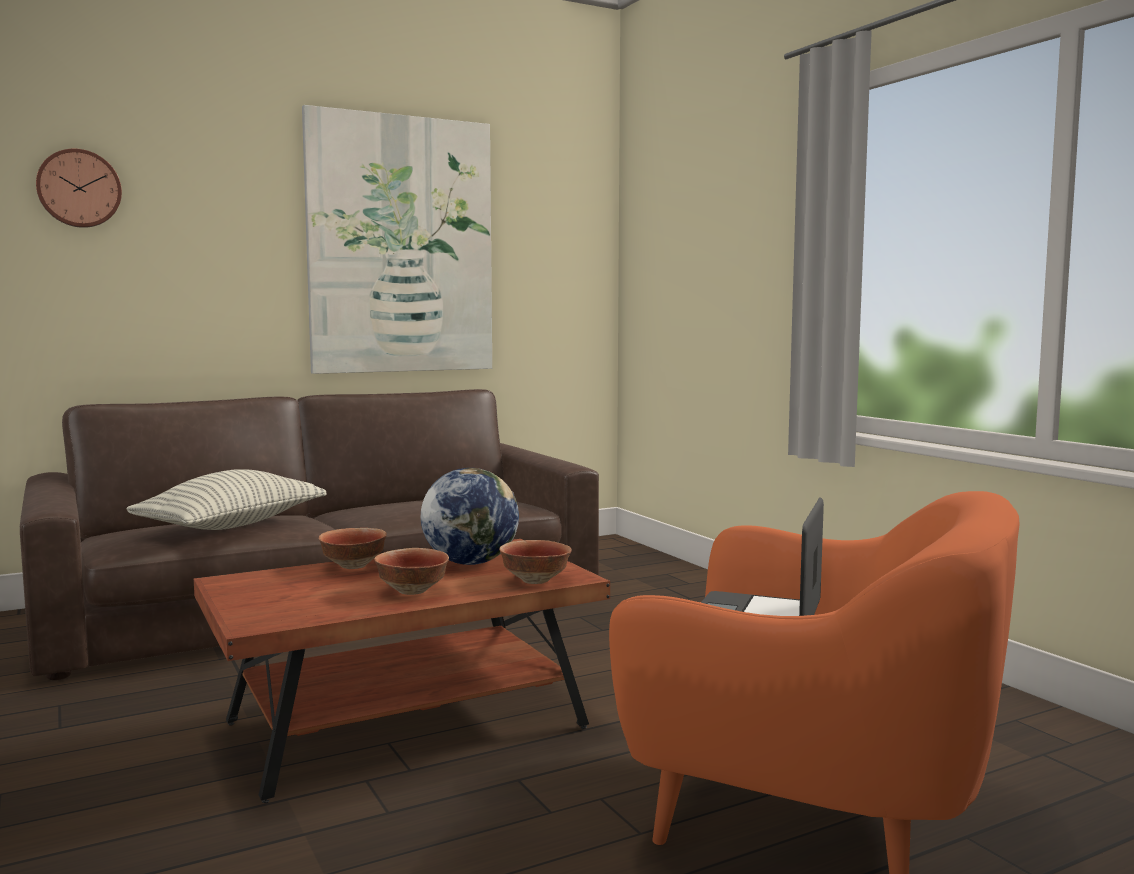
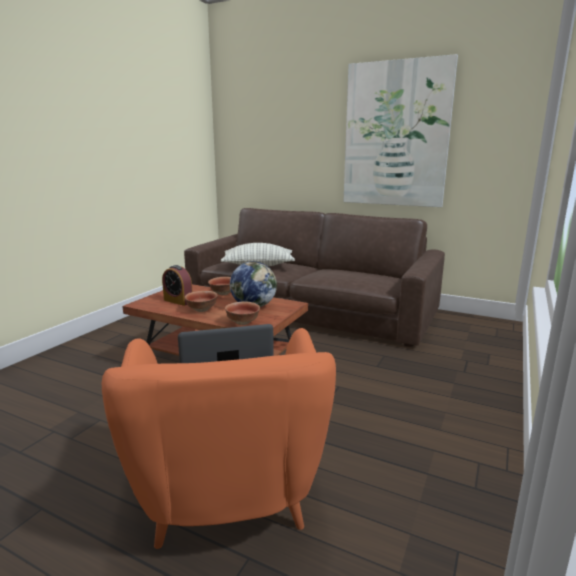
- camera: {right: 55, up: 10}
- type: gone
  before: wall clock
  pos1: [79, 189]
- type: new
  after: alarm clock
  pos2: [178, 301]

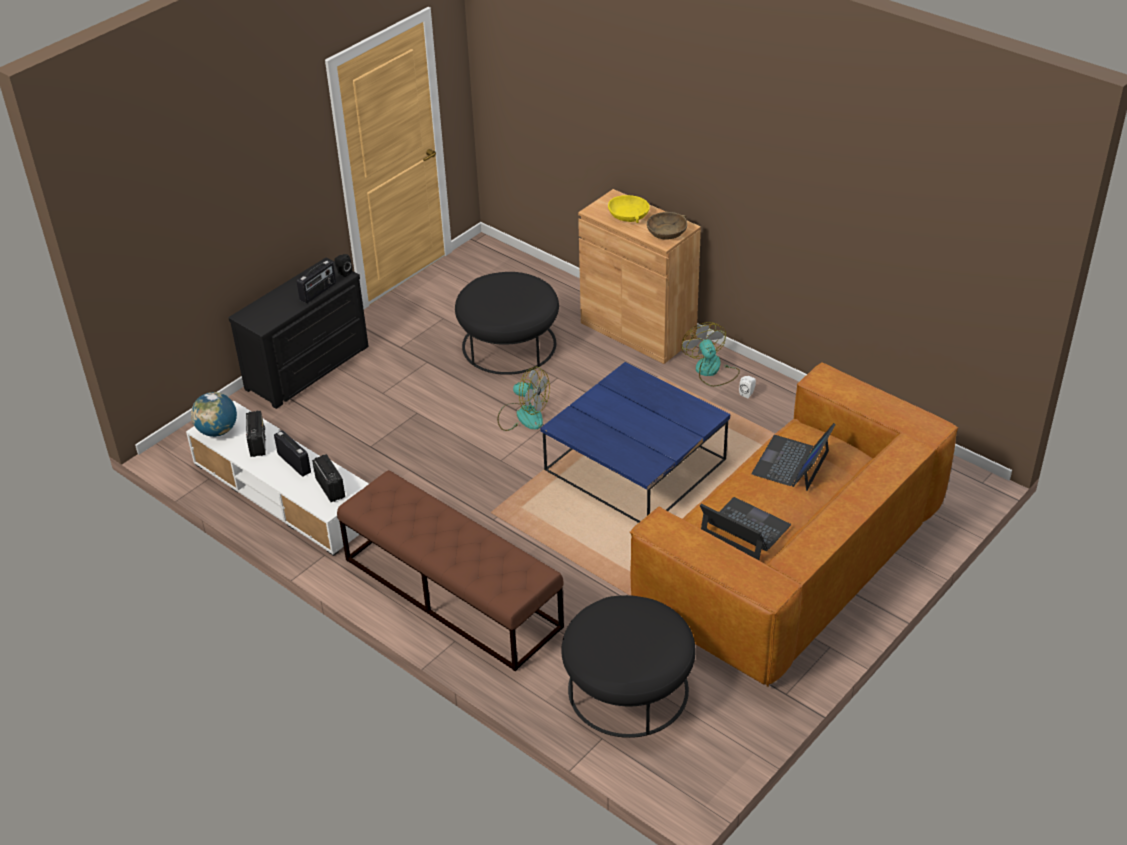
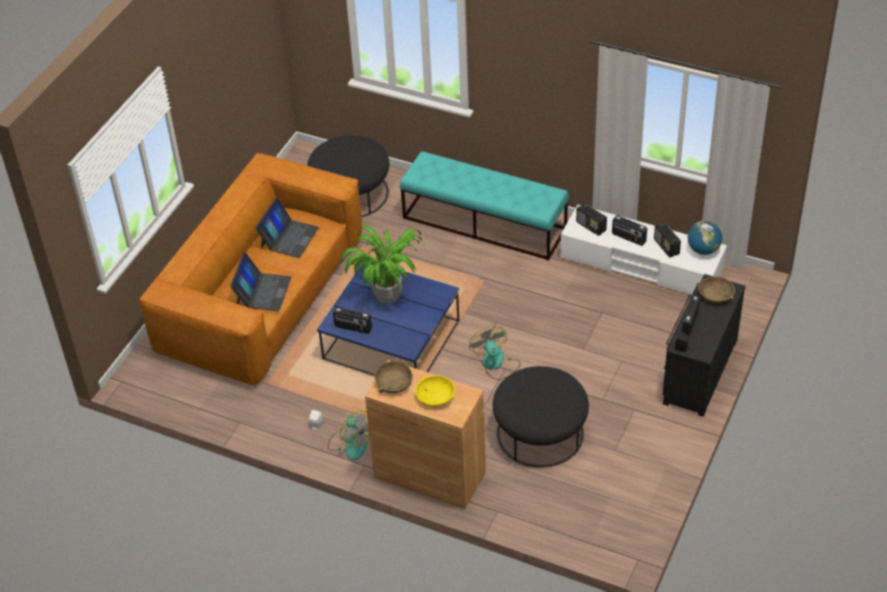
- camera: {right: 165, up: 5}
- type: rotated
  before: fan
  pos1: [523, 416]
  pos2: [496, 364]
  turn: 60
- type: repainted
  before: bench in brown
  after: bench in turquoise
  pos1: [451, 592]
  pos2: [485, 223]
- type: rotated
  before: laptop
  pos1: [744, 529]
  pos2: [289, 237]
  turn: -90
- type: new
  after: potted plant
  pos2: [387, 295]
- type: new
  after: bowl in brown
  pos2: [716, 295]
- type: new
  after: radio
  pos2: [353, 328]

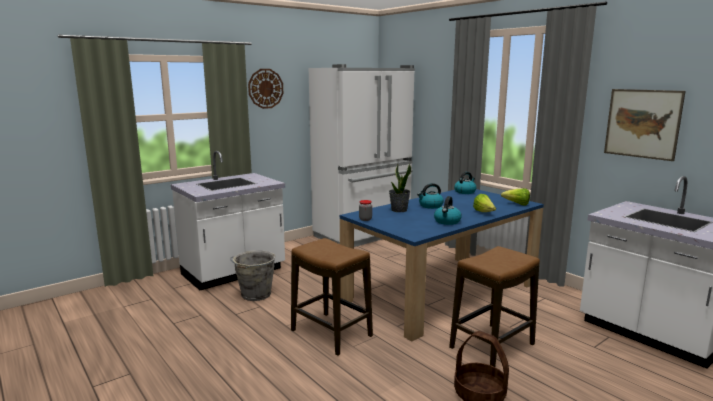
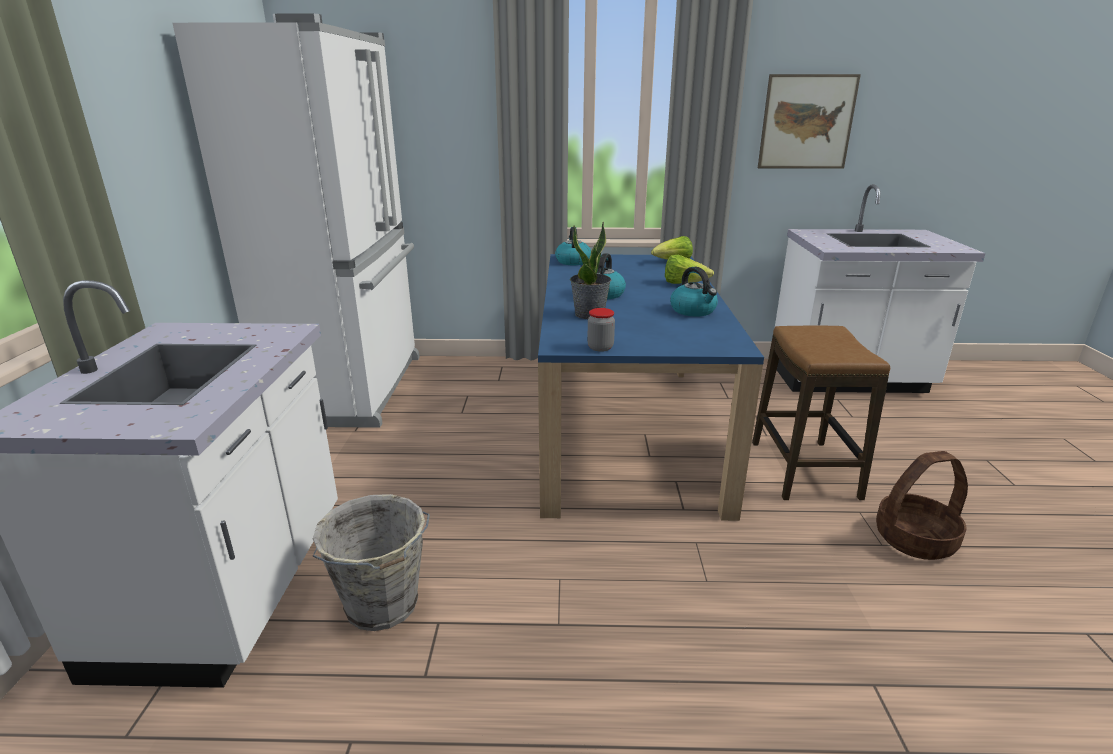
- camera: {right: -50, up: 10}
- type: gone
  before: wall clock
  pos1: [265, 88]
- type: gone
  before: stool
  pos1: [331, 333]

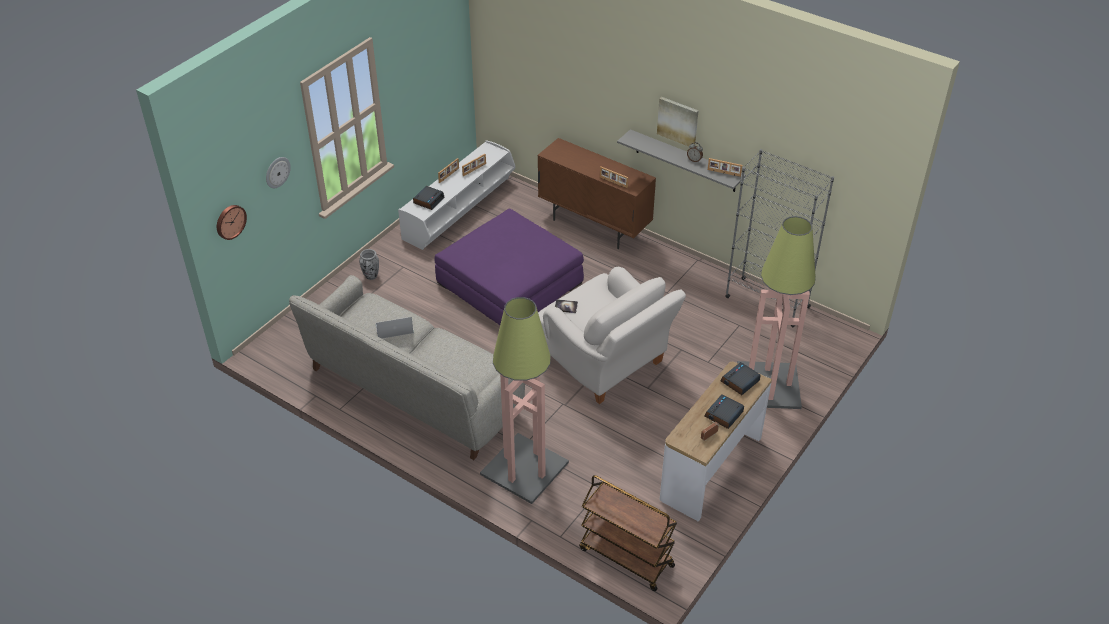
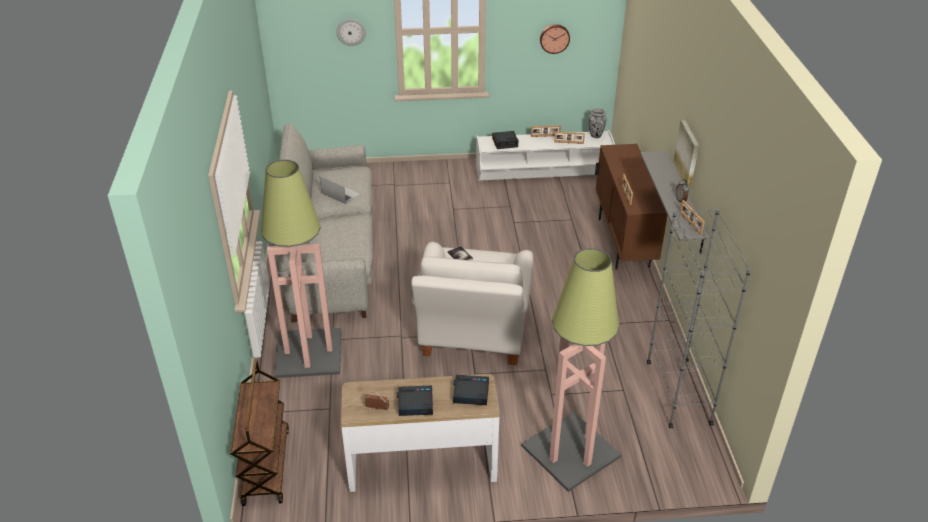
- camera: {right: 50, up: -5}
- type: shifted
  before: wall clock
  pos1: [230, 221]
  pos2: [554, 38]
- type: gone
  before: ottoman in purple
  pos1: [509, 283]
- type: shifted
  before: vase
  pos1: [371, 276]
  pos2: [595, 135]

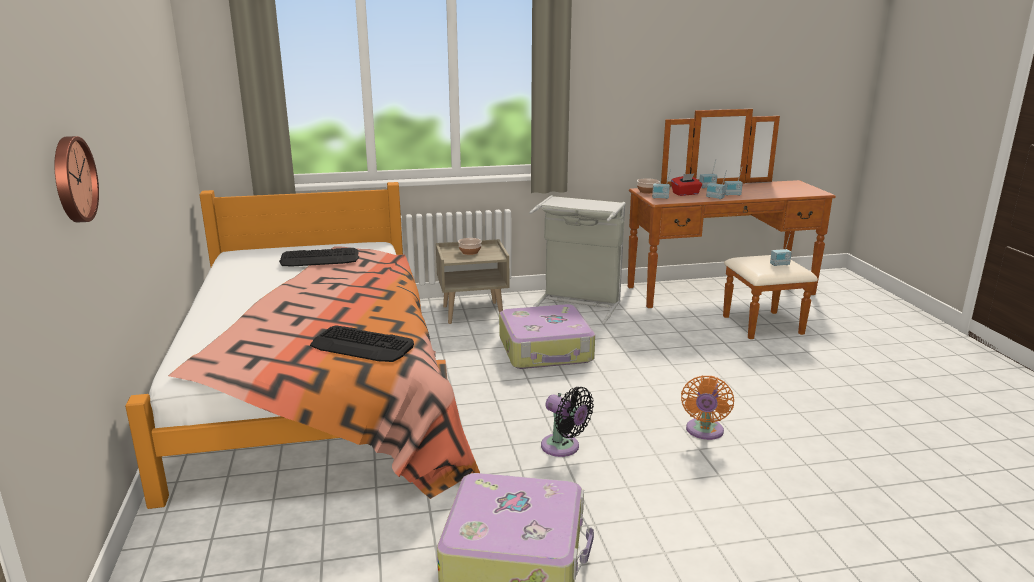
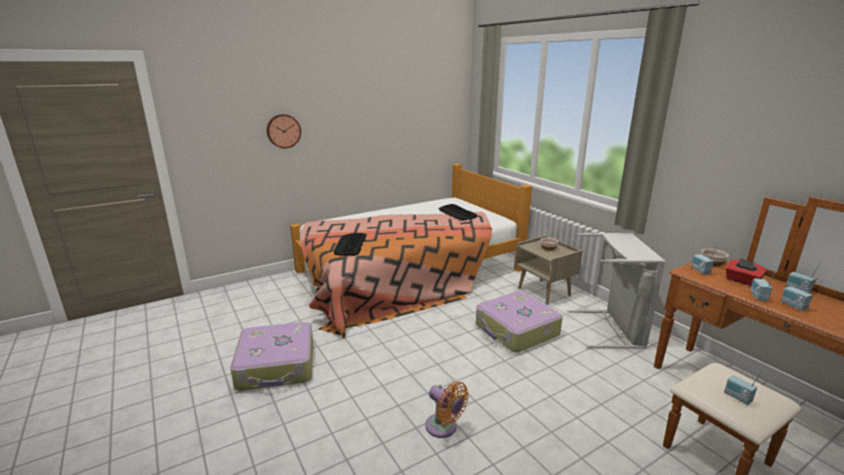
- camera: {right: 70, up: 0}
- type: rotated
  before: fan in orange
  pos1: [704, 432]
  pos2: [443, 428]
  turn: -135
- type: gone
  before: fan in black
  pos1: [563, 447]

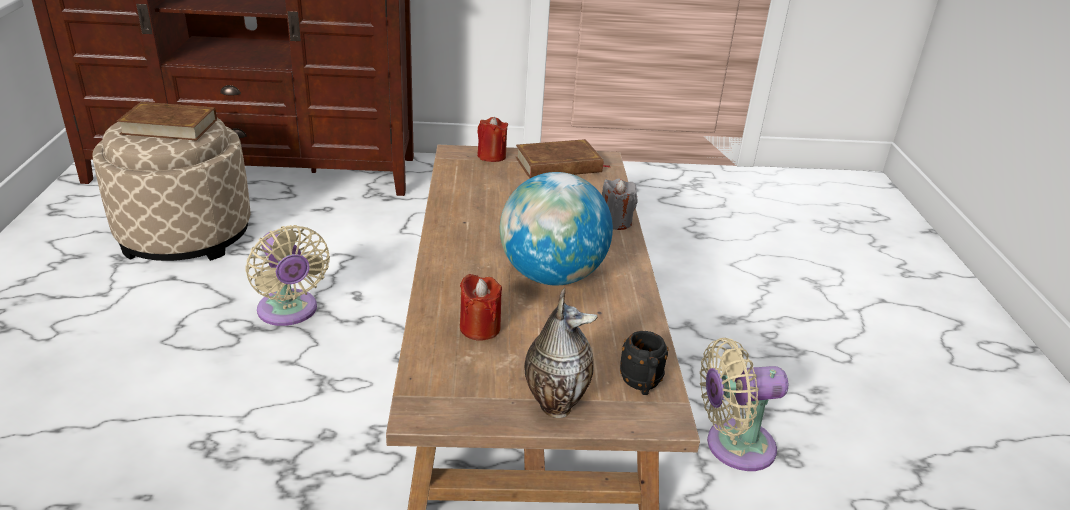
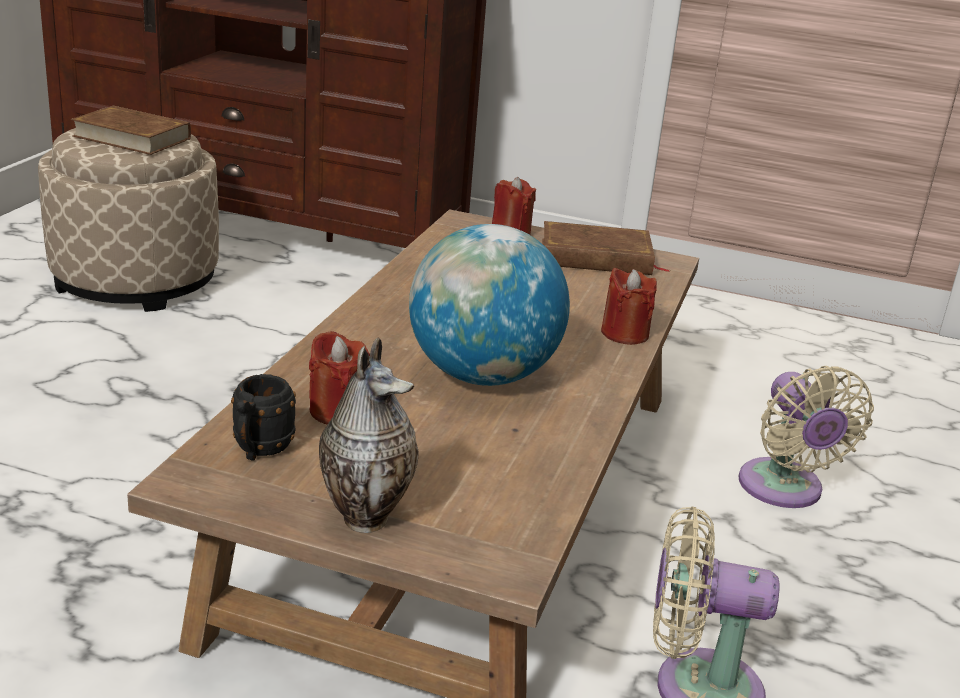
- camera: {right: 20, up: -5}
- type: repainted
  before: candle in grey
  after: candle in red
  pos1: [615, 222]
  pos2: [624, 334]
- type: shifted
  before: fan in beige
  pos1: [289, 312]
  pos2: [784, 490]
- type: shifted
  before: mug in black
  pos1: [642, 385]
  pos2: [259, 450]

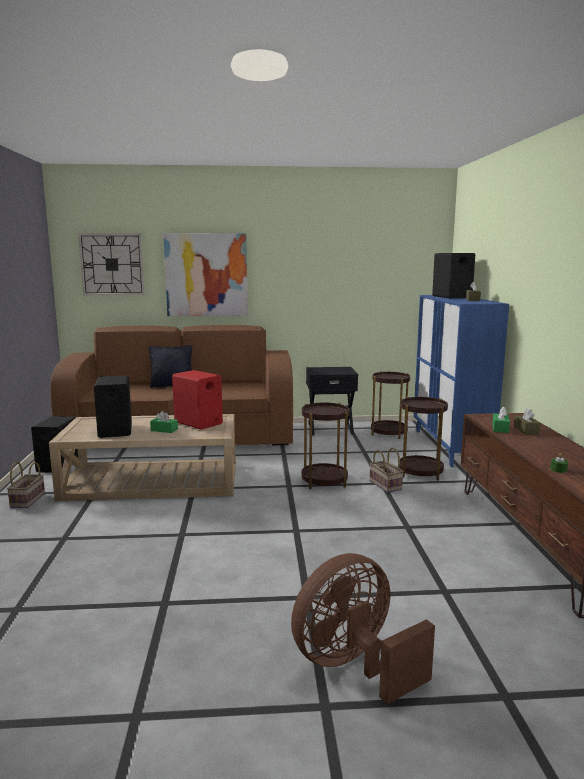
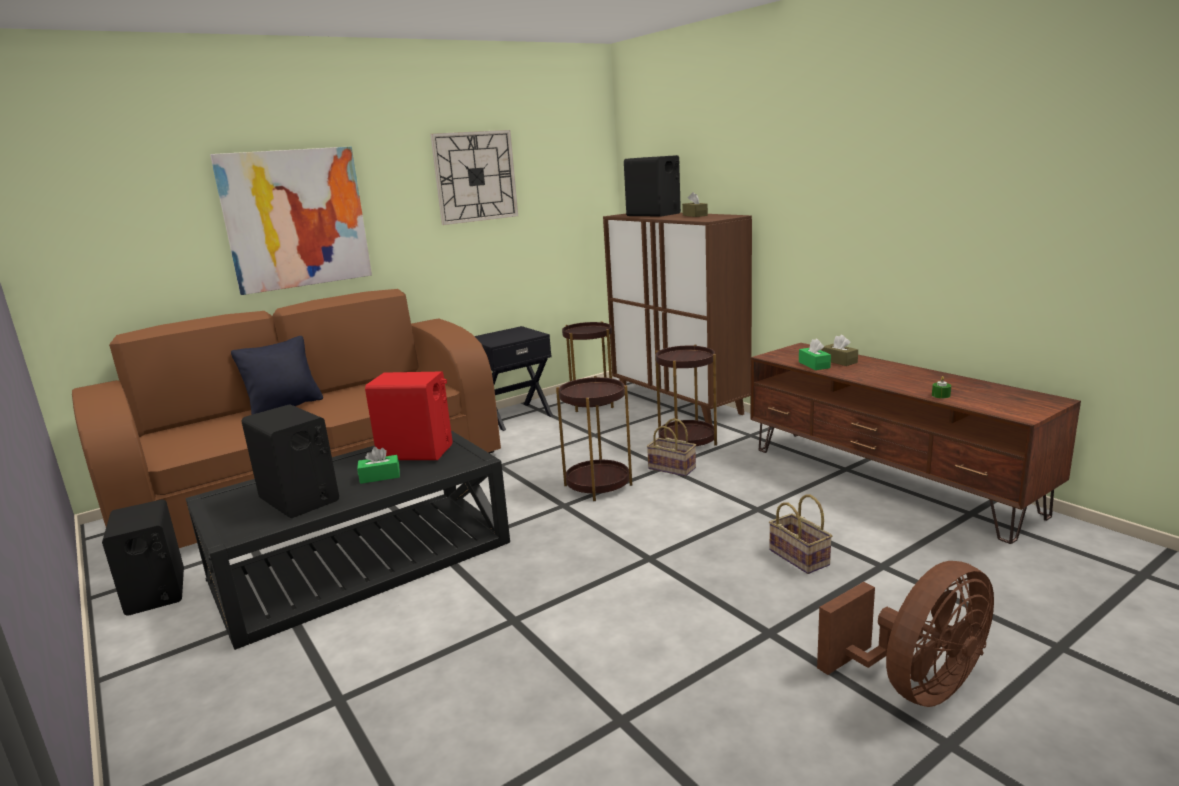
- camera: {right: -30, up: 5}
- type: shifted
  before: wall clock
  pos1: [112, 264]
  pos2: [475, 176]
- type: repainted
  before: cabinet in blue
  after: cabinet in brown
  pos1: [450, 447]
  pos2: [678, 403]
- type: repainted
  before: coffee table in beige
  after: coffee table in black
  pos1: [152, 481]
  pos2: [362, 561]
- type: shifted
  before: basket
  pos1: [28, 501]
  pos2: [801, 558]
- type: rotated
  before: fan in brown
  pos1: [354, 666]
  pos2: [914, 686]
  turn: -150

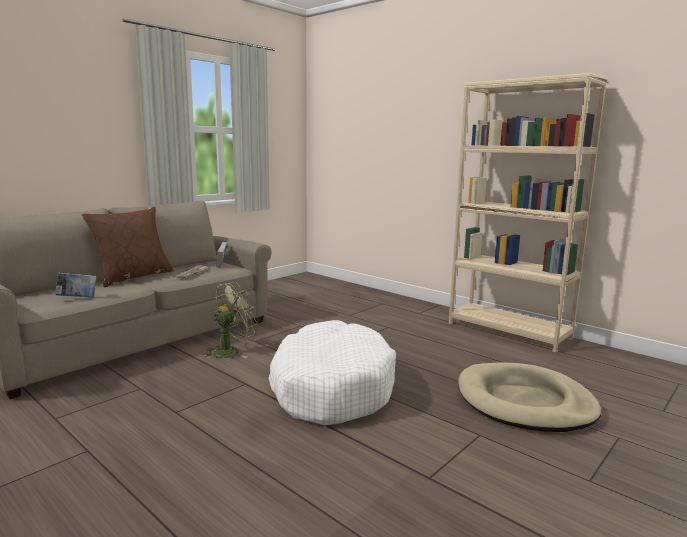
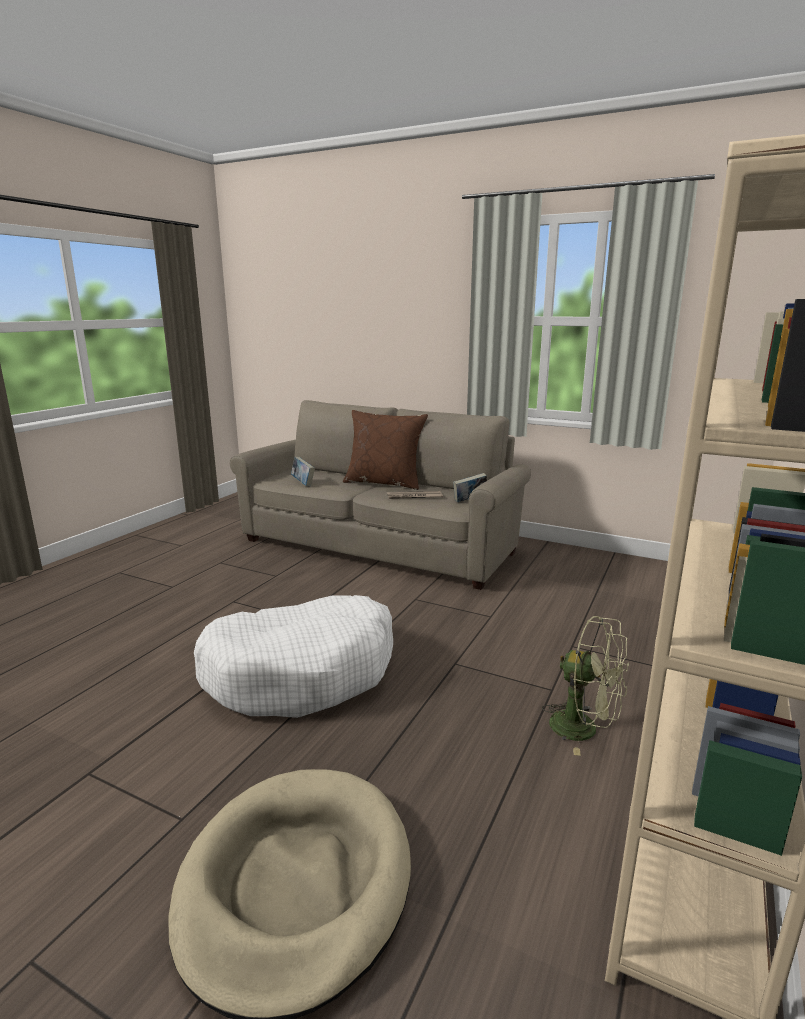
- camera: {right: 75, up: 5}
- type: shifted
  before: fan in green
  pos1: [231, 351]
  pos2: [584, 729]

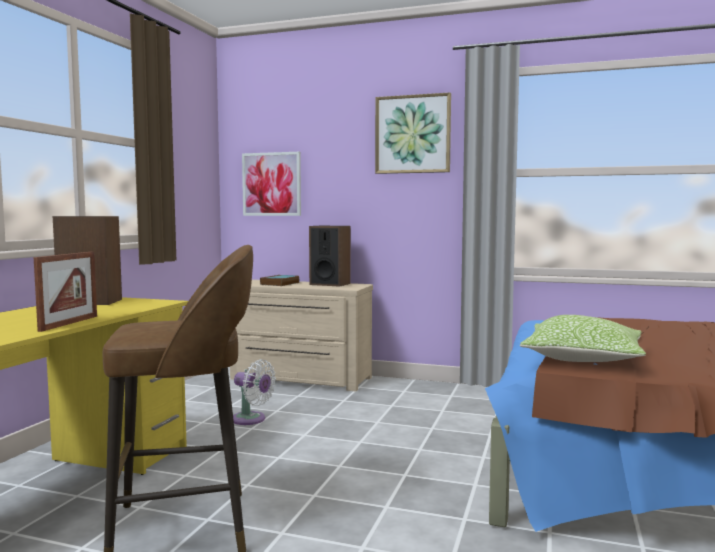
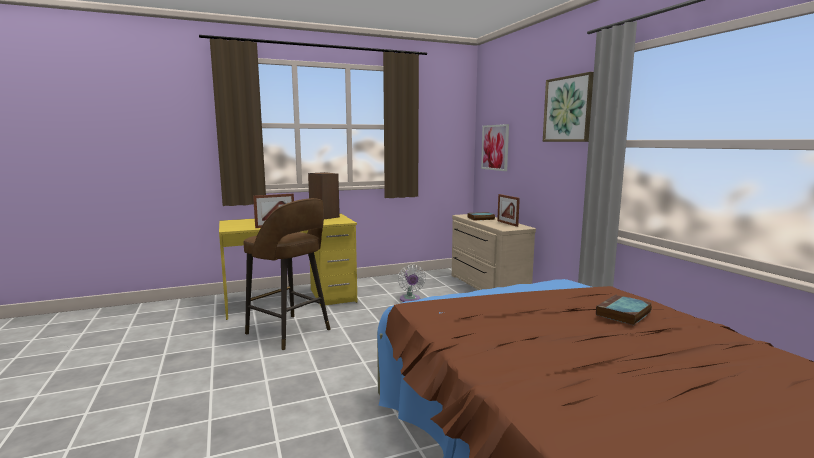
- camera: {right: 50, up: 5}
- type: swapped
  before: speaker
  after: picture frame
  pos1: [330, 284]
  pos2: [507, 223]
- type: gone
  before: pillow
  pos1: [582, 358]
- type: new
  after: book
  pos2: [623, 314]

